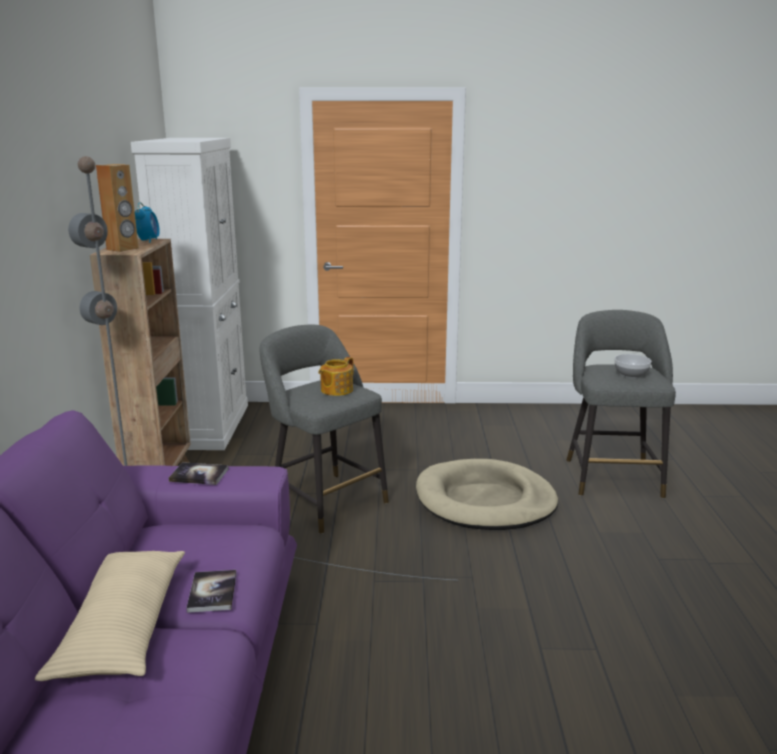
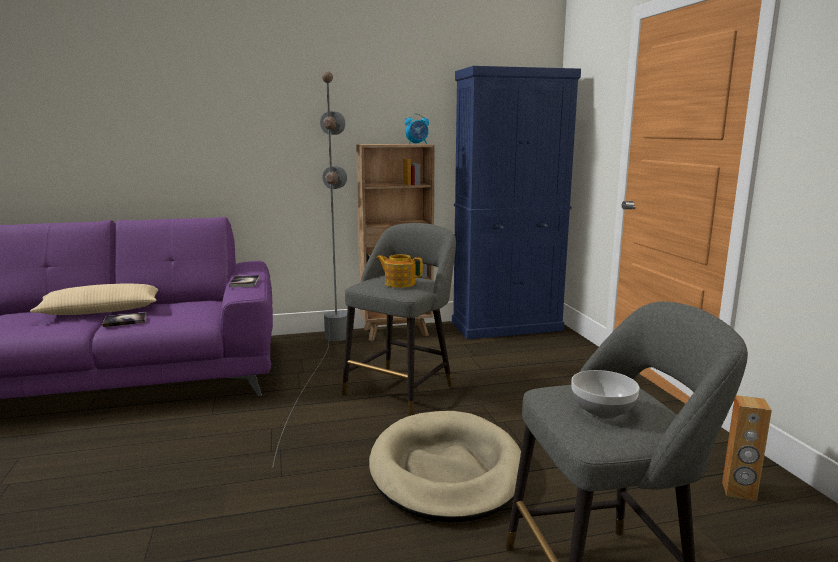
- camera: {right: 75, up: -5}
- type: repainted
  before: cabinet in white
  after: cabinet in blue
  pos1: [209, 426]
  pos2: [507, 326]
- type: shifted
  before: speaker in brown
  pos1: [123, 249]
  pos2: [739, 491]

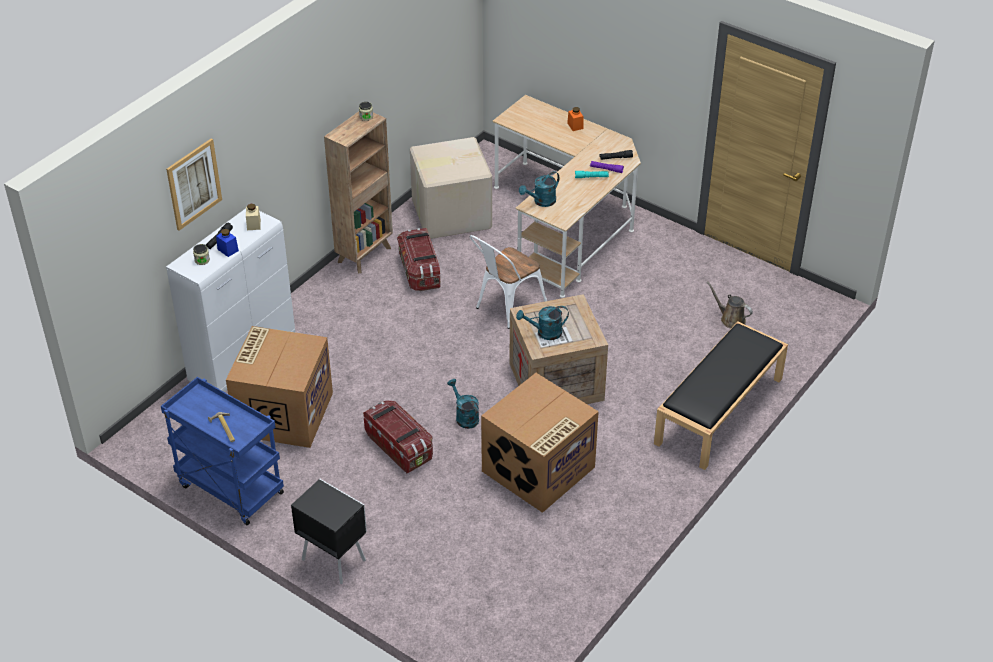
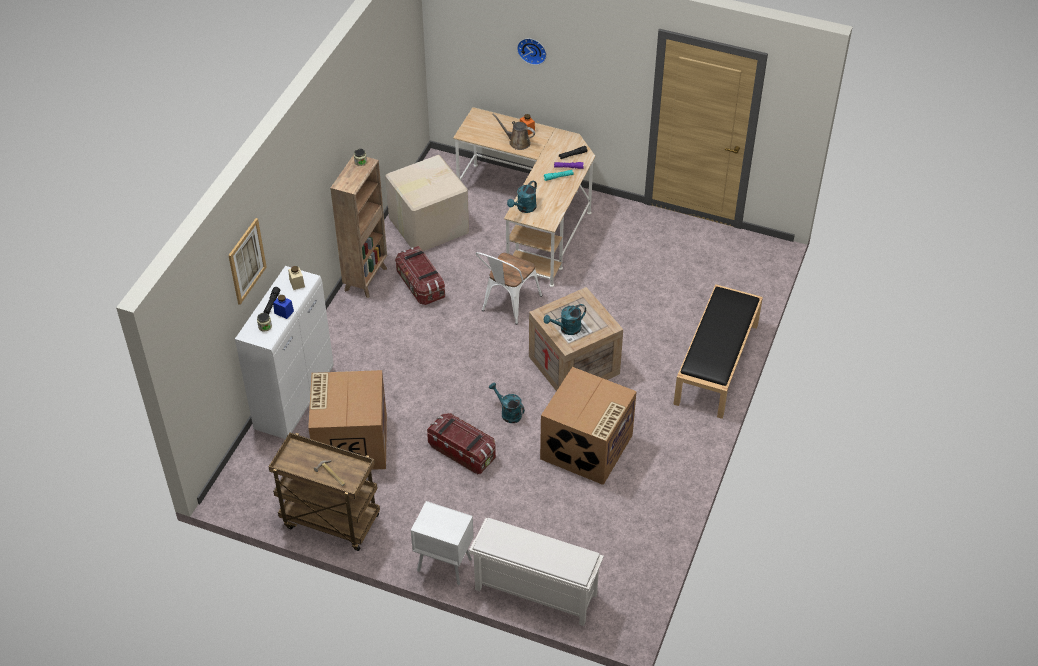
- camera: {right: -15, up: 5}
- type: shifted
  before: watering can in brown
  pos1: [730, 319]
  pos2: [517, 142]
- type: repainted
  before: cart in blue
  after: cart in brown
  pos1: [229, 489]
  pos2: [329, 521]
- type: repainted
  before: nightstand in black
  after: nightstand in white
  pos1: [333, 559]
  pos2: [443, 564]
- type: new
  after: wall clock
  pos2: [532, 50]
- type: new
  after: shoe rack in white
  pos2: [534, 592]

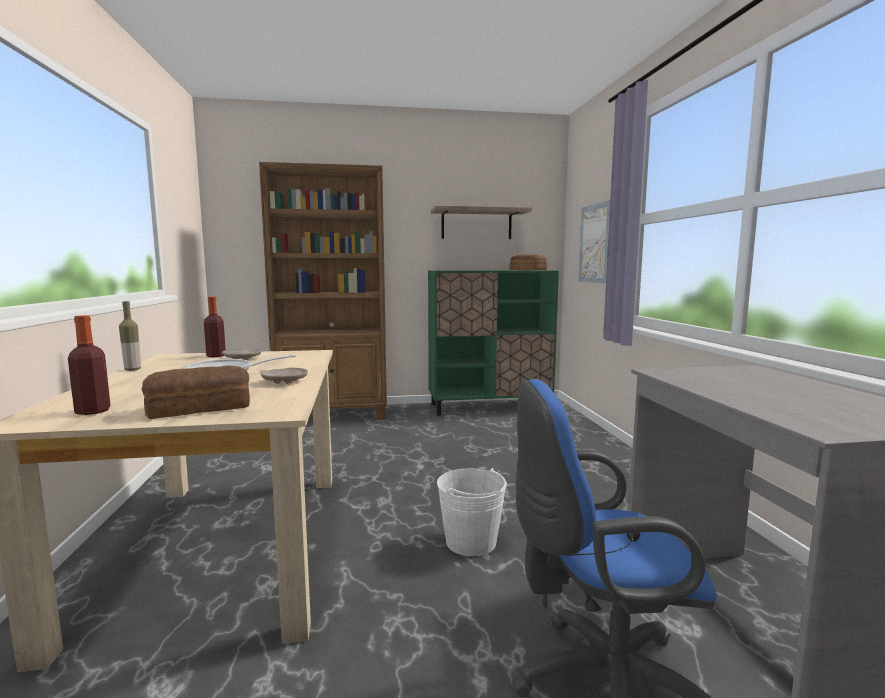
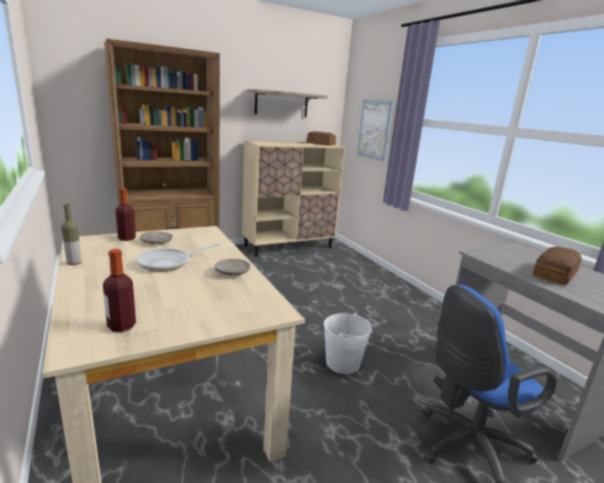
- camera: {right: -20, up: 10}
- type: repainted
  before: cabinet in green
  after: cabinet in beige
  pos1: [489, 407]
  pos2: [289, 246]
- type: shifted
  before: bread
  pos1: [201, 408]
  pos2: [556, 274]

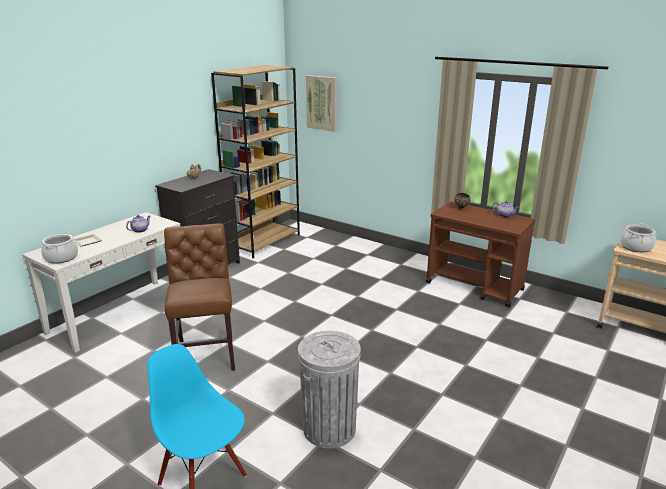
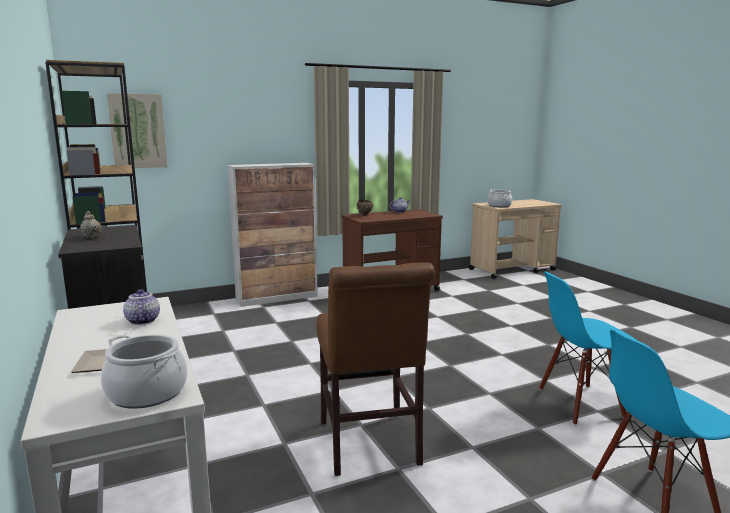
- camera: {right: -60, up: -10}
- type: rotated
  before: chair in brown
  pos1: [206, 353]
  pos2: [370, 446]
  turn: -120
- type: swapped
  before: trash can in grey
  after: chair in blue
  pos1: [329, 429]
  pos2: [580, 403]
- type: new
  after: cabinet
  pos2: [277, 298]

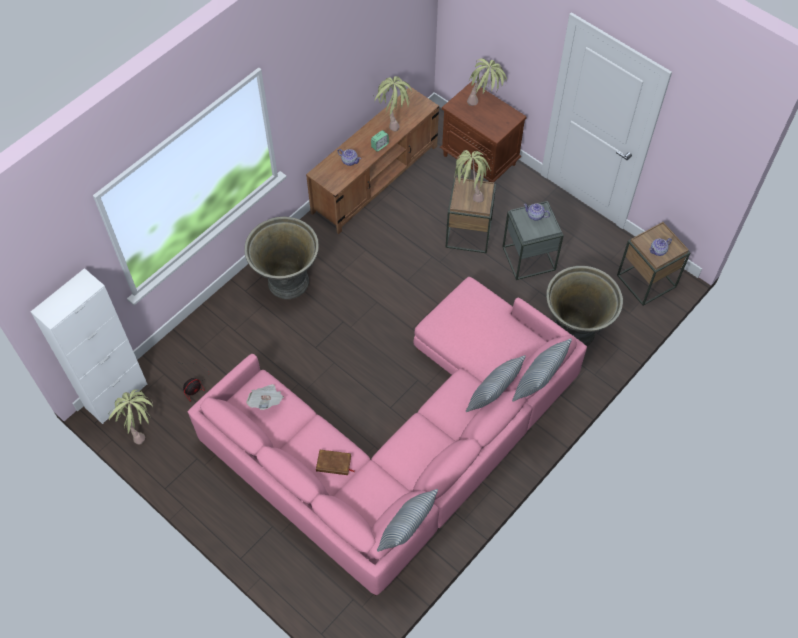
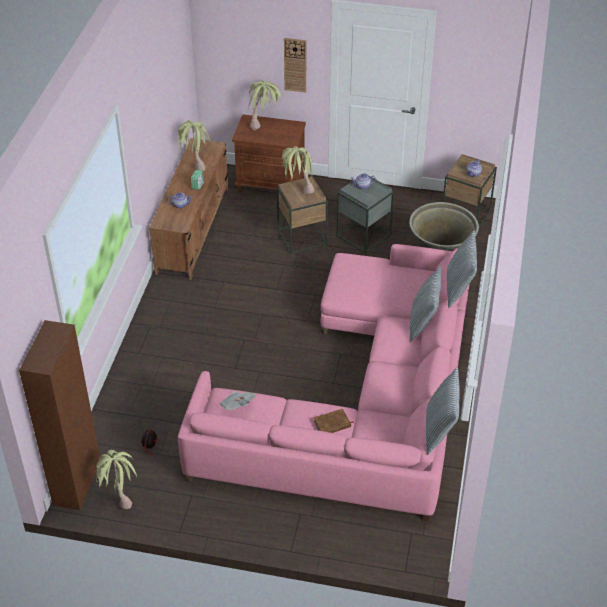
- camera: {right: -30, up: -15}
- type: gone
  before: planter in grey
  pos1: [287, 282]
- type: repainted
  before: cabinet in white
  after: cabinet in brown
  pos1: [116, 396]
  pos2: [77, 482]
- type: new
  after: wall clock
  pos2: [295, 65]

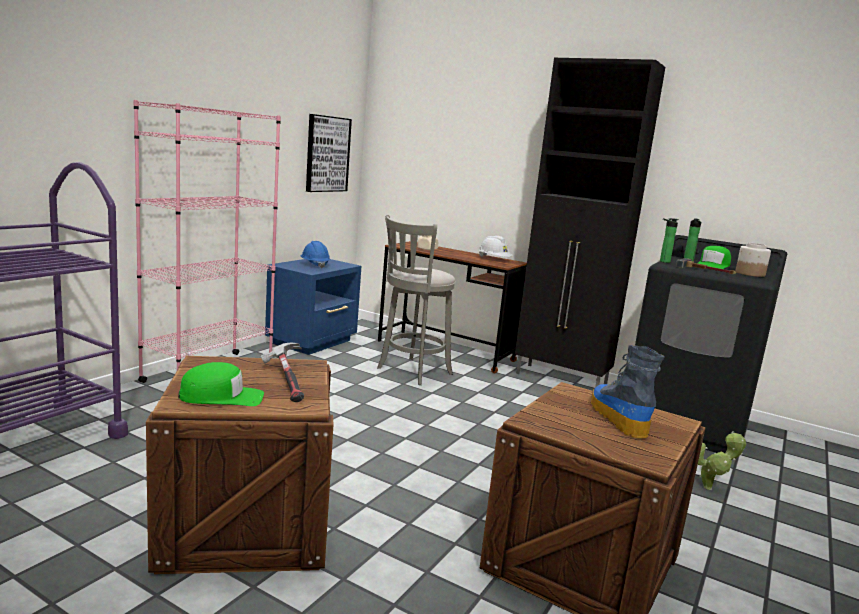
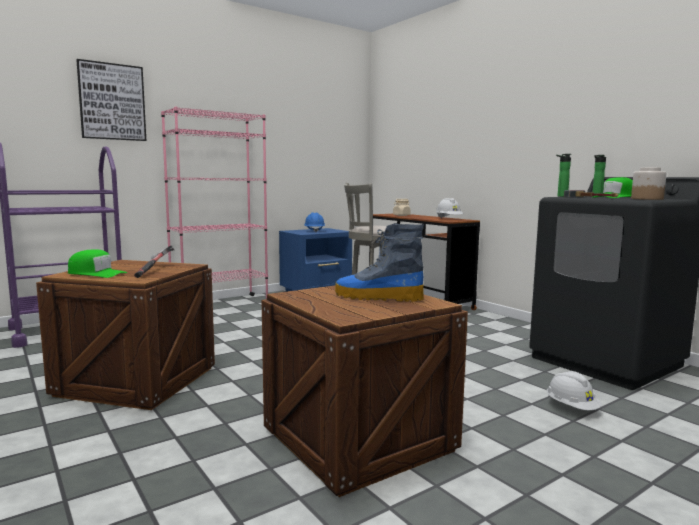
- camera: {right: 25, up: -5}
- type: gone
  before: cabinet in black
  pos1: [562, 380]
- type: shifted
  before: picture
  pos1: [327, 154]
  pos2: [112, 102]
- type: rotated
  before: boot
  pos1: [617, 417]
  pos2: [377, 297]
  turn: -90
- type: swapped
  before: potted plant
  after: hard hat in white
  pos1: [710, 487]
  pos2: [571, 408]

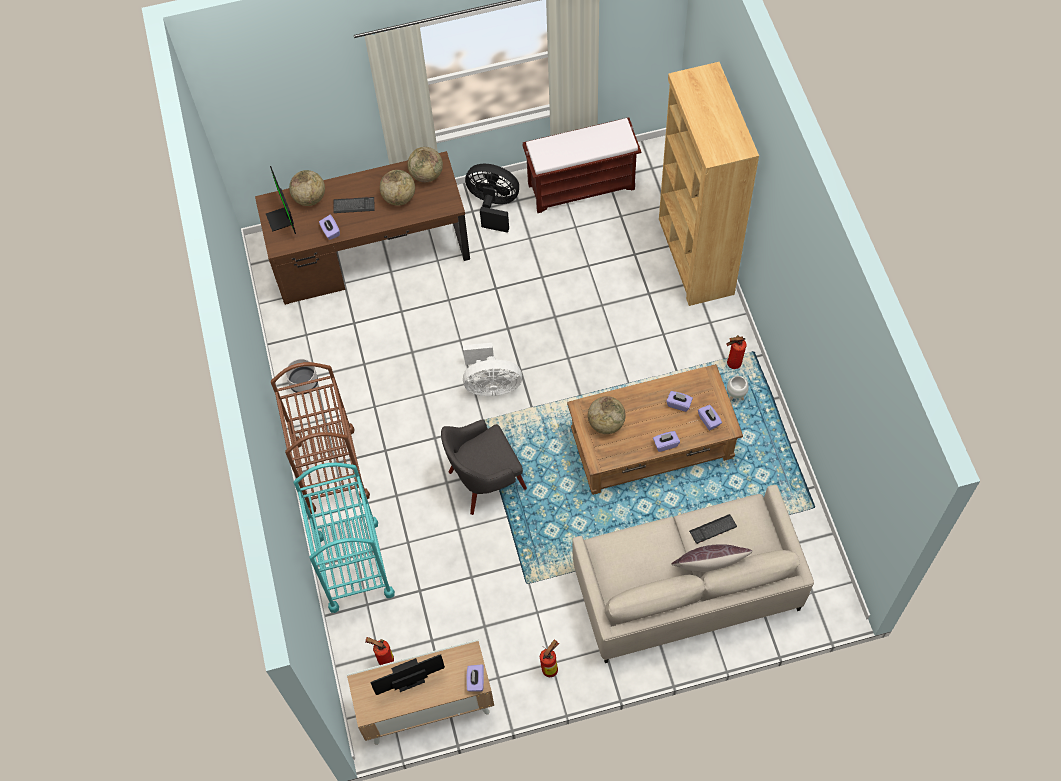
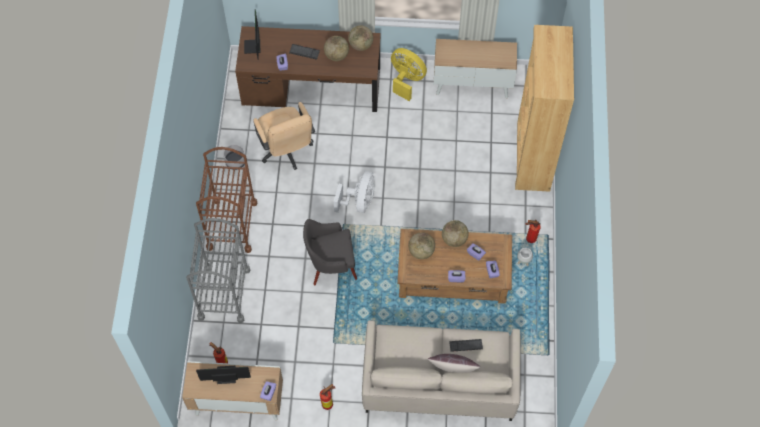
- camera: {right: 15, up: 0}
- type: swapped
  before: bench in brown
  after: cabinet
  pos1: [582, 186]
  pos2: [472, 84]
- type: repainted
  before: fan in black
  after: fan in yellow
  pos1: [493, 206]
  pos2: [406, 80]
- type: shifted
  before: globe
  pos1: [310, 198]
  pos2: [454, 239]
- type: rotated
  before: fan in white
  pos1: [491, 385]
  pos2: [359, 202]
  turn: -90
- type: repainted
  before: cart in turquoise
  after: cart in grey
  pos1: [353, 565]
  pos2: [224, 293]
- type: new
  after: office chair in beige
  pos2: [286, 151]

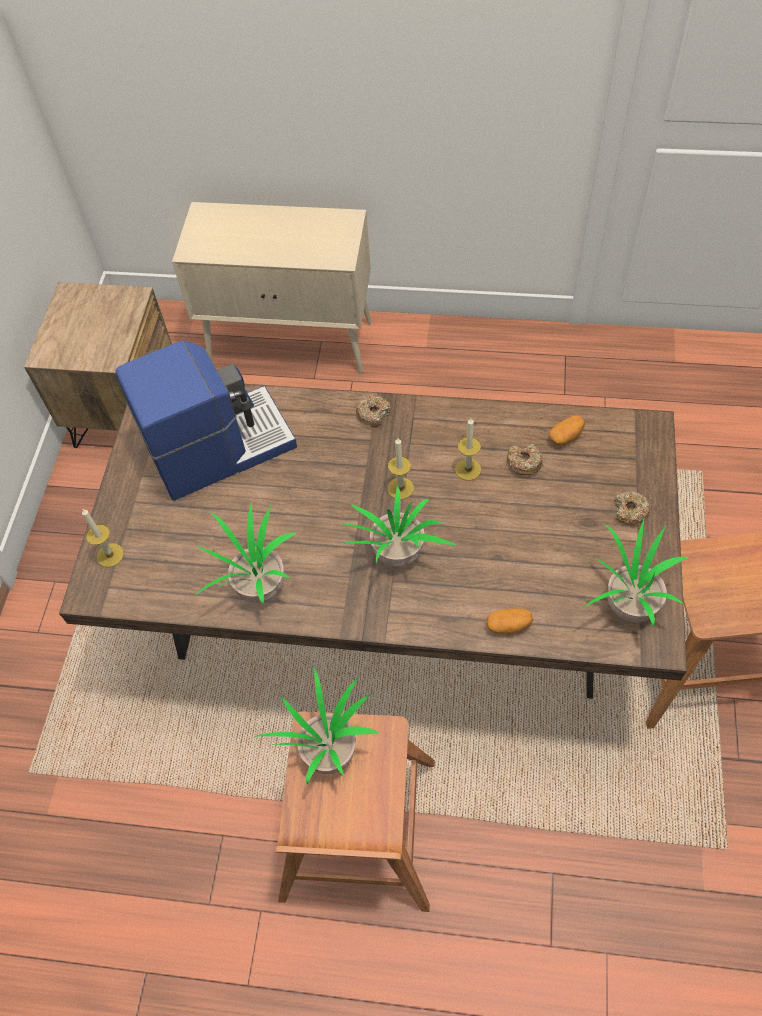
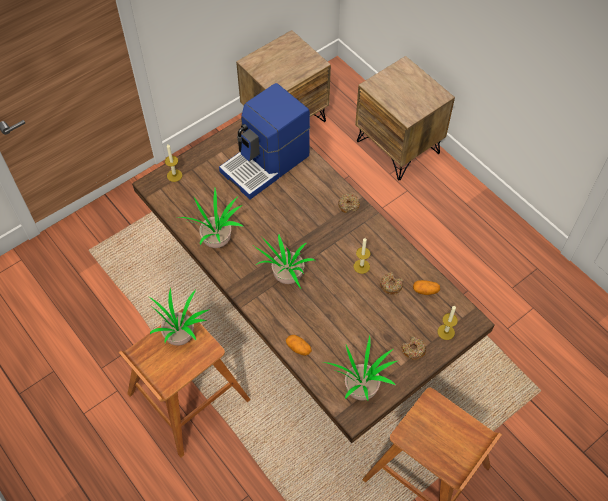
- camera: {right: 40, up: 0}
- type: swapped
  before: cabinet in beige
  after: nightstand in brown
  pos1: [292, 343]
  pos2: [398, 147]
- type: rotated
  before: coffee machine
  pos1: [218, 445]
  pos2: [266, 164]
  turn: 120
- type: shifted
  before: candle
  pos1: [400, 488]
  pos2: [446, 332]

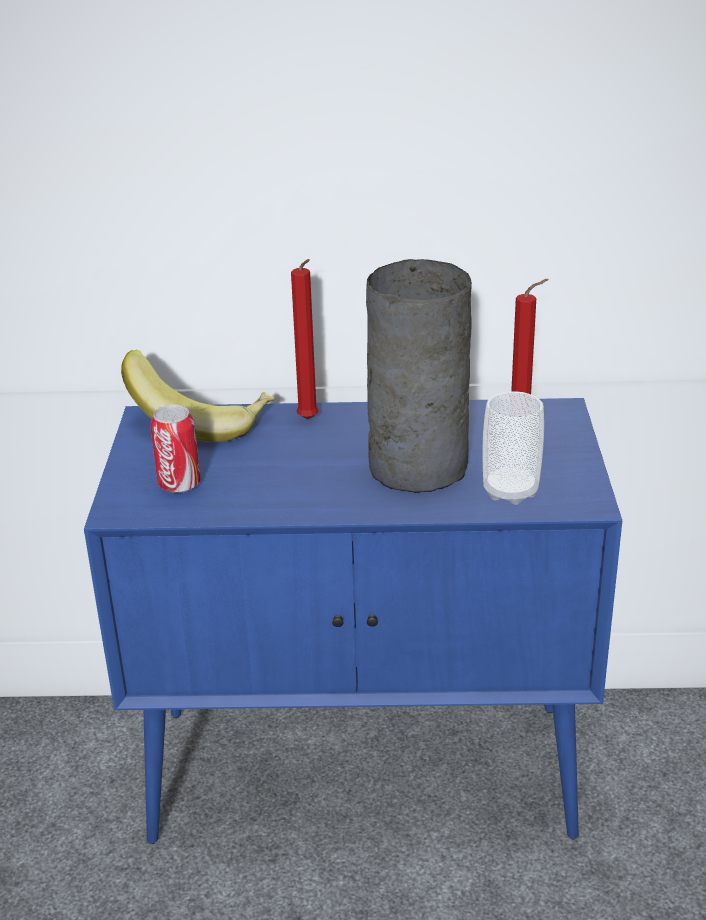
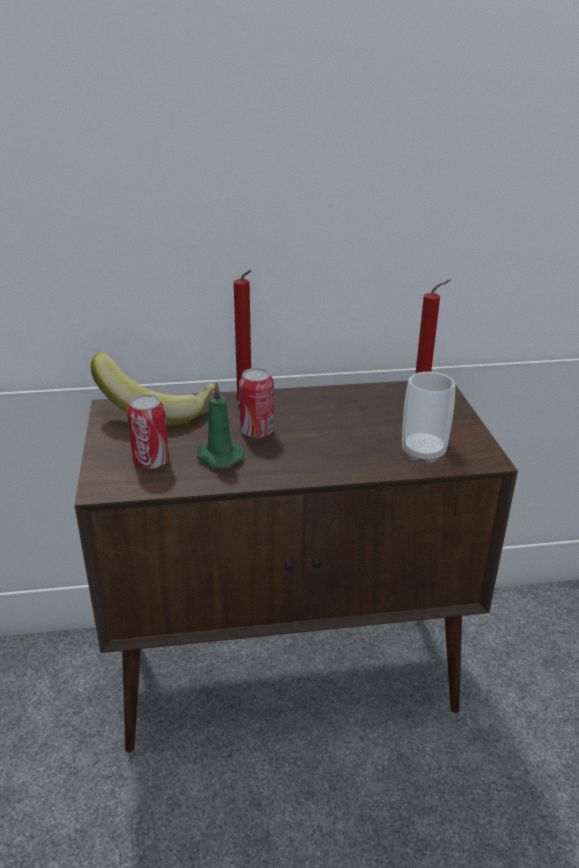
- camera: {right: -10, up: 0}
- type: gone
  before: vase in grey
  pos1: [415, 466]
- type: repainted
  before: cabinet in blue
  after: cabinet in brown
  pos1: [366, 772]
  pos2: [290, 673]
- type: new
  after: can
  pos2: [257, 431]
- type: new
  after: candle in green
  pos2: [218, 456]

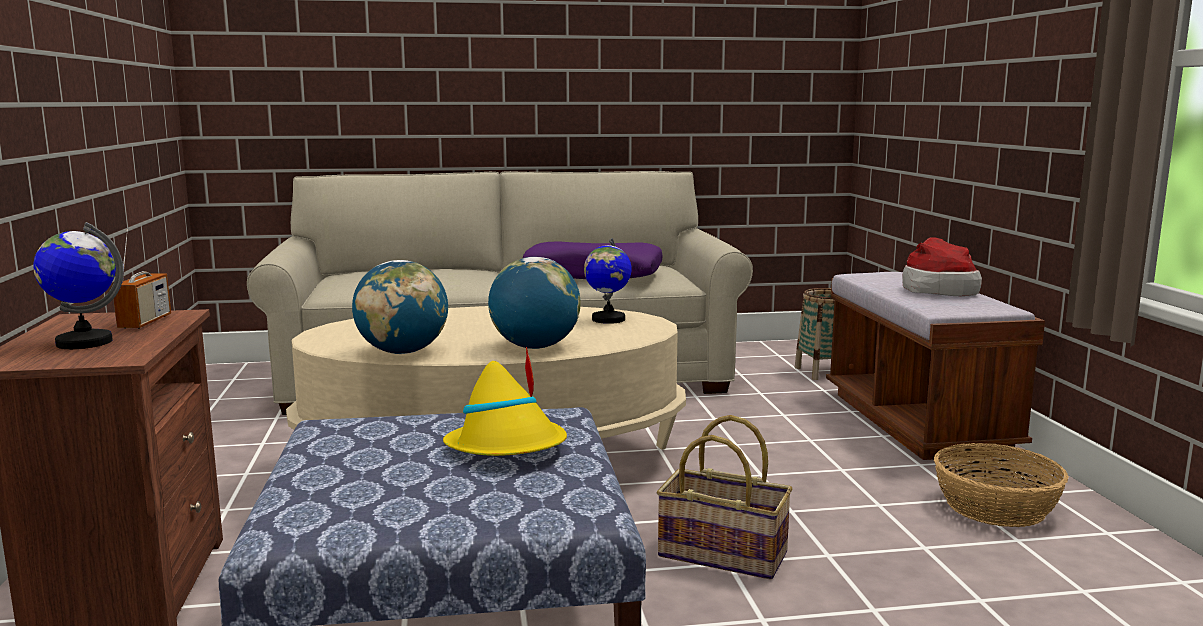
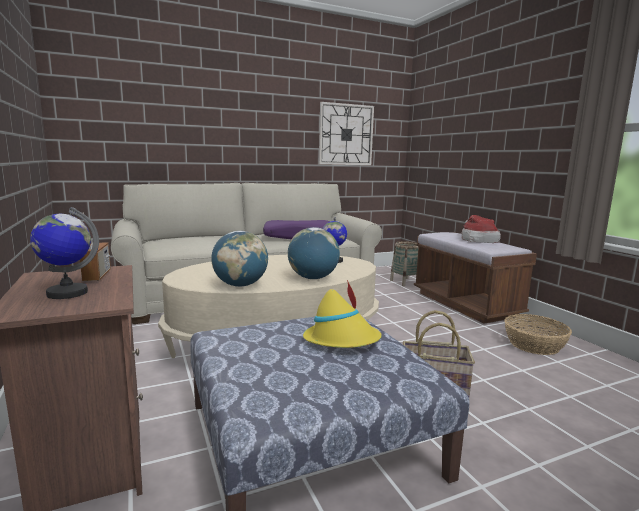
- camera: {right: -15, up: 0}
- type: new
  after: wall clock
  pos2: [346, 134]

